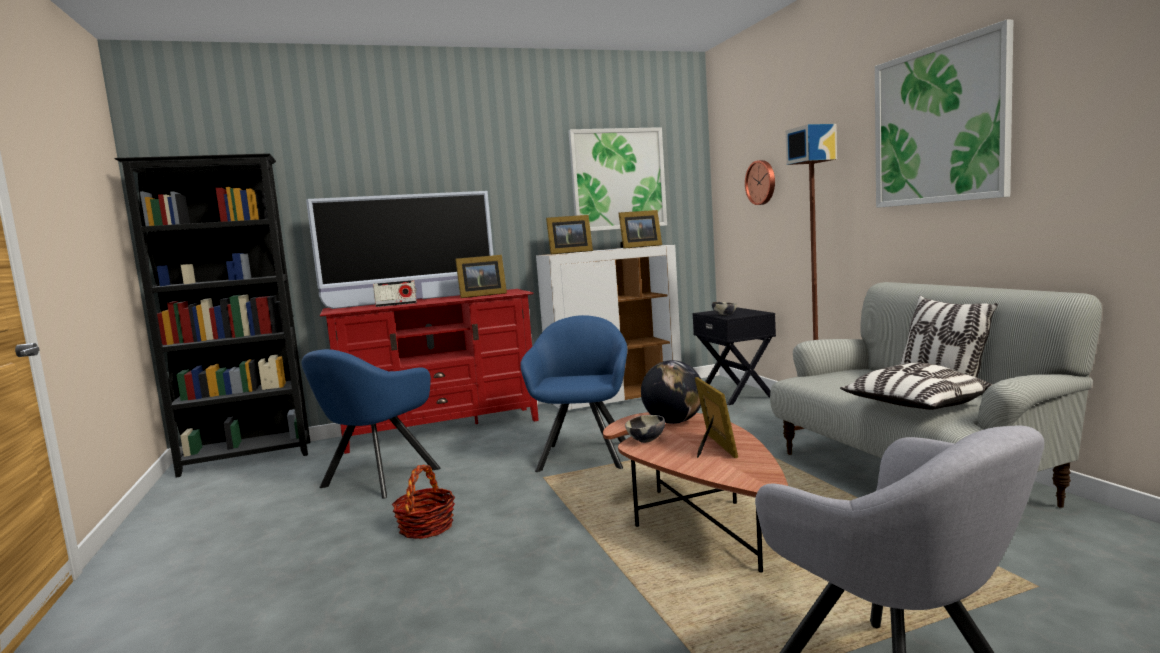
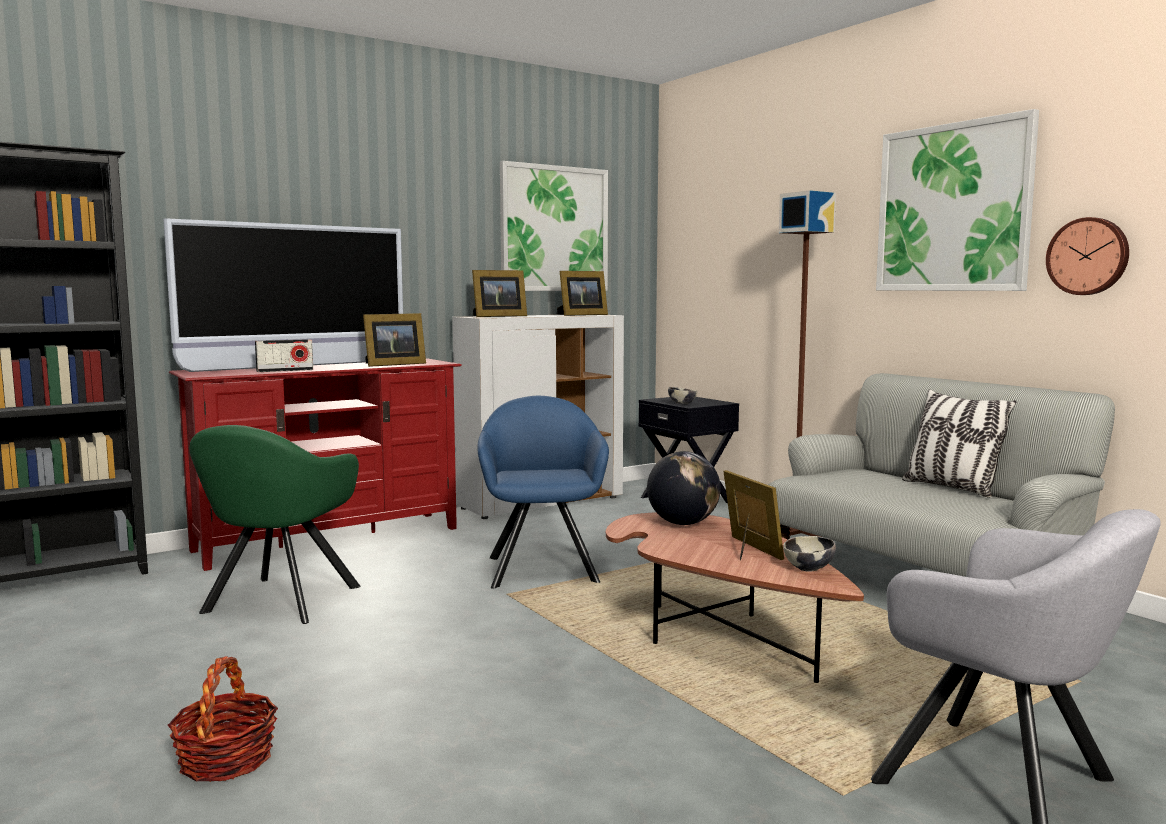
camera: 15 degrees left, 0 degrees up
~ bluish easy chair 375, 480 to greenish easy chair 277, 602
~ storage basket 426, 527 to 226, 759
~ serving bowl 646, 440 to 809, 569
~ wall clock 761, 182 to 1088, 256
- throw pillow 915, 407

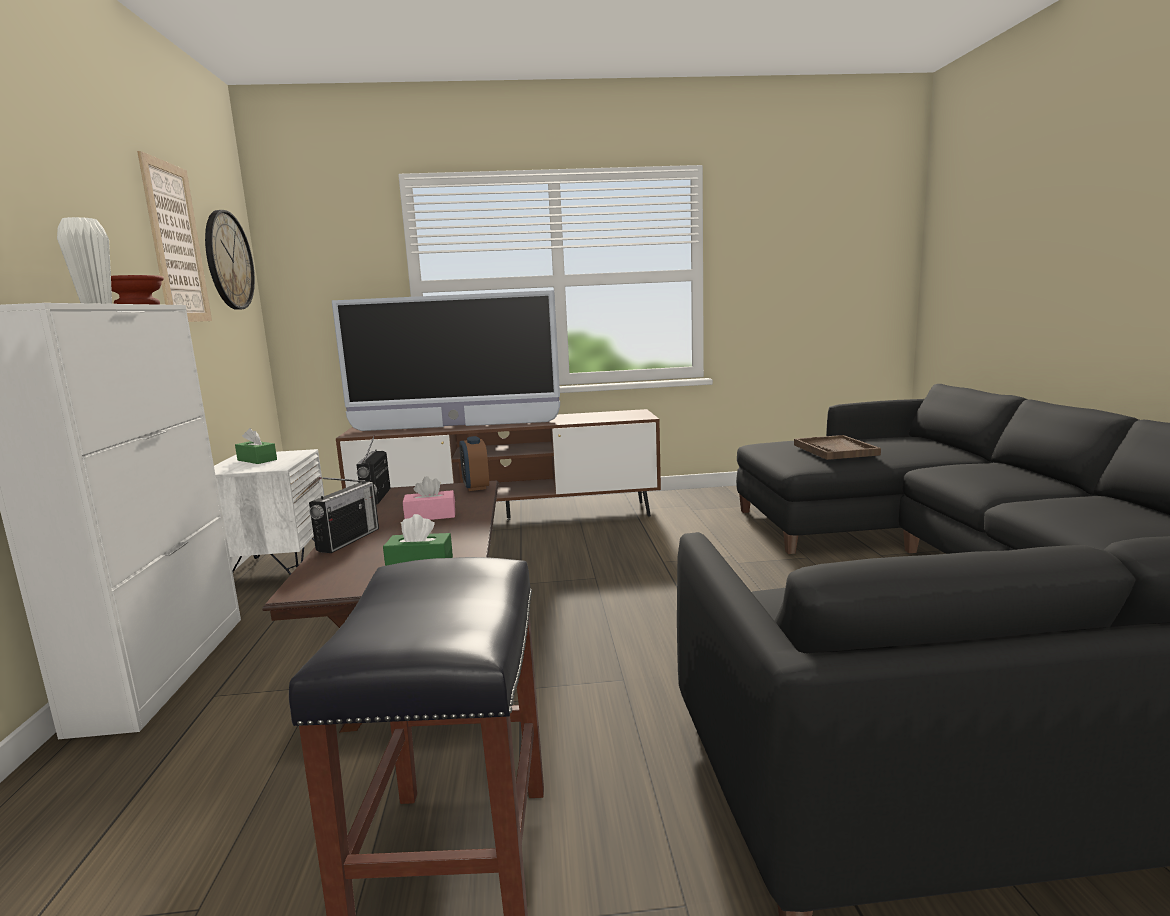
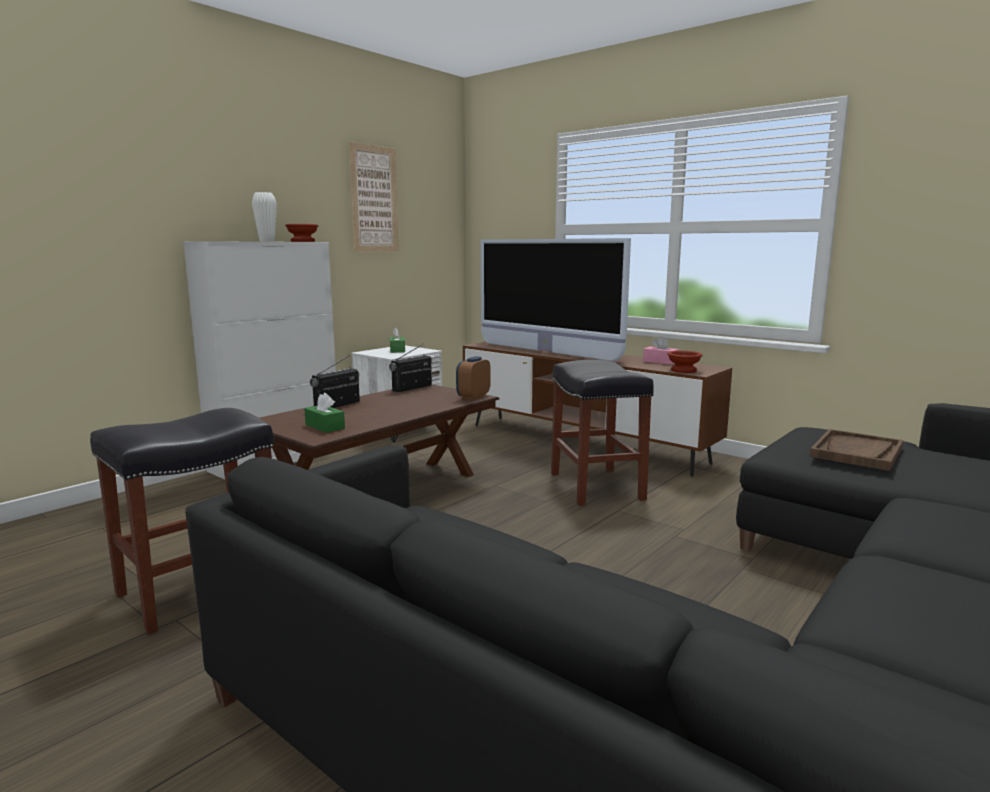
camera: 45 degrees right, 0 degrees up
- wall clock 228, 260
~ radio receiver 348, 540 = 337, 406 150 degrees clockwise
~ pink box of tissues 430, 516 to 660, 362
+ black stool seat 595, 486
+ brown-coloured serving bowl 682, 370

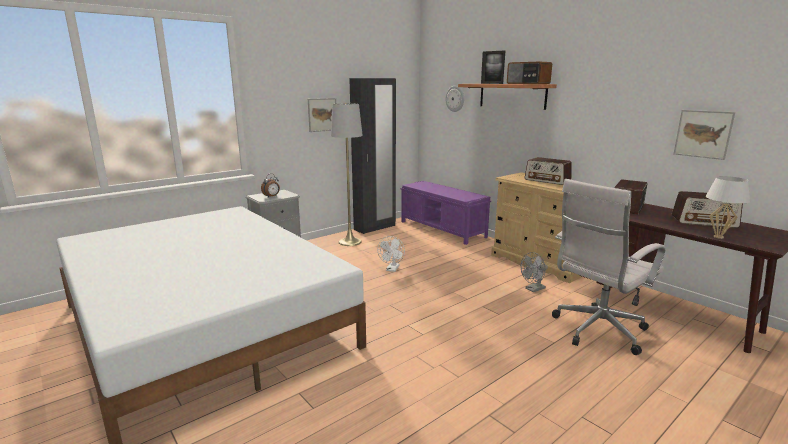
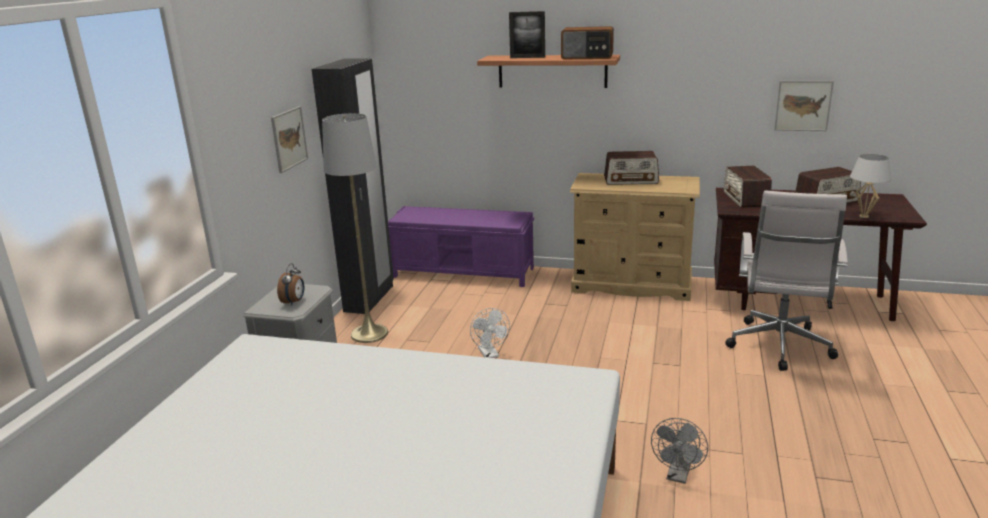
camera: 35 degrees left, 5 degrees up
- wall clock 455, 98
~ grey cooling fan 533, 289 to 678, 476

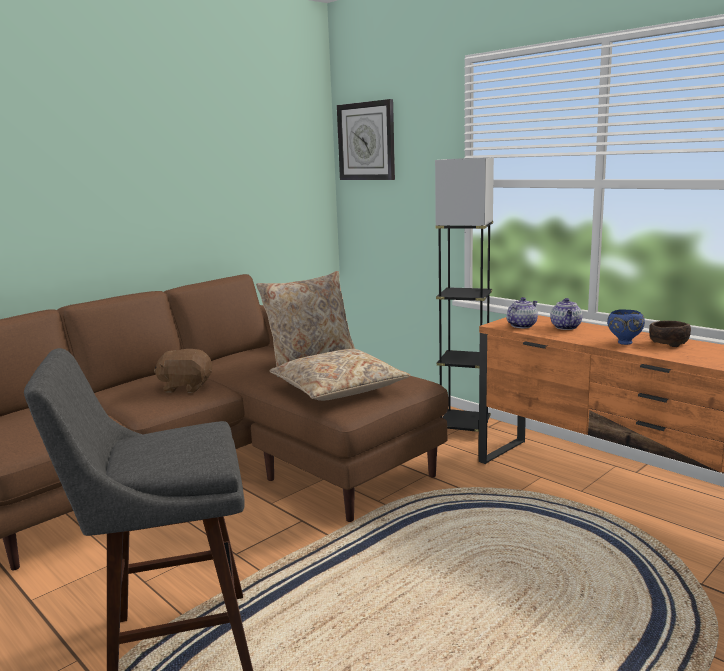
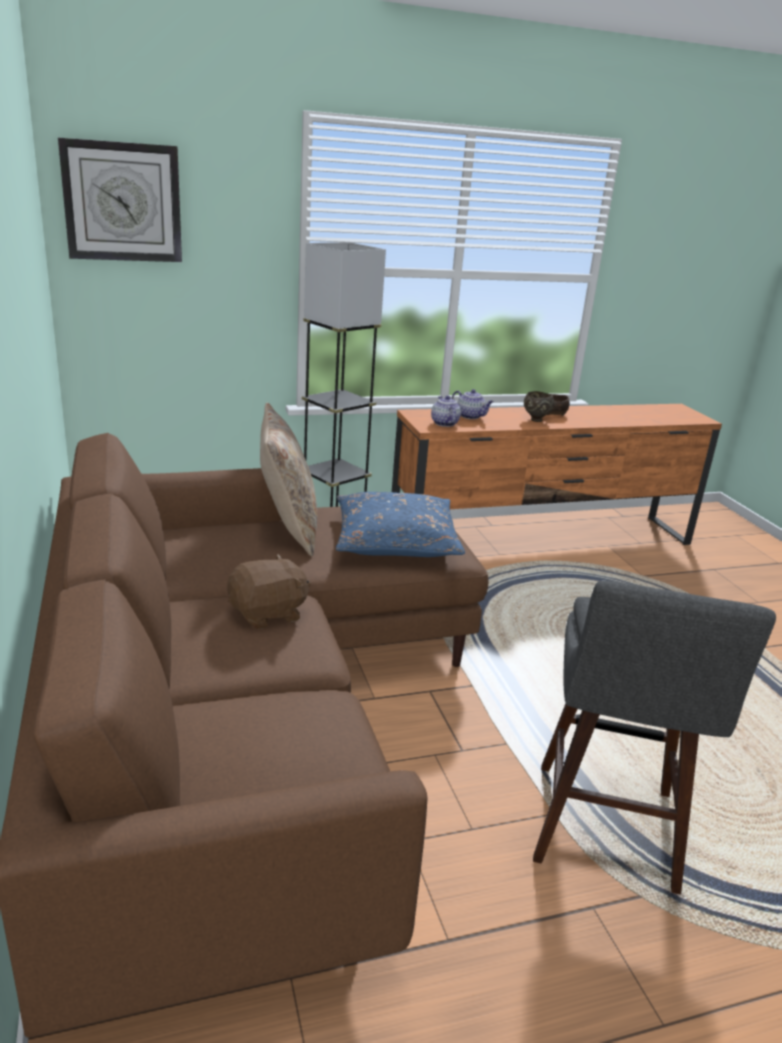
camera: 65 degrees left, 10 degrees up
~ brown-coloured cuddly toy 186, 387 = 268, 614 150 degrees counterclockwise
~ beige-coloured throw pillow 338, 389 to bluish throw pillow 395, 540
~ bluish serving bowl 624, 342 to brown-coloured serving bowl 535, 420

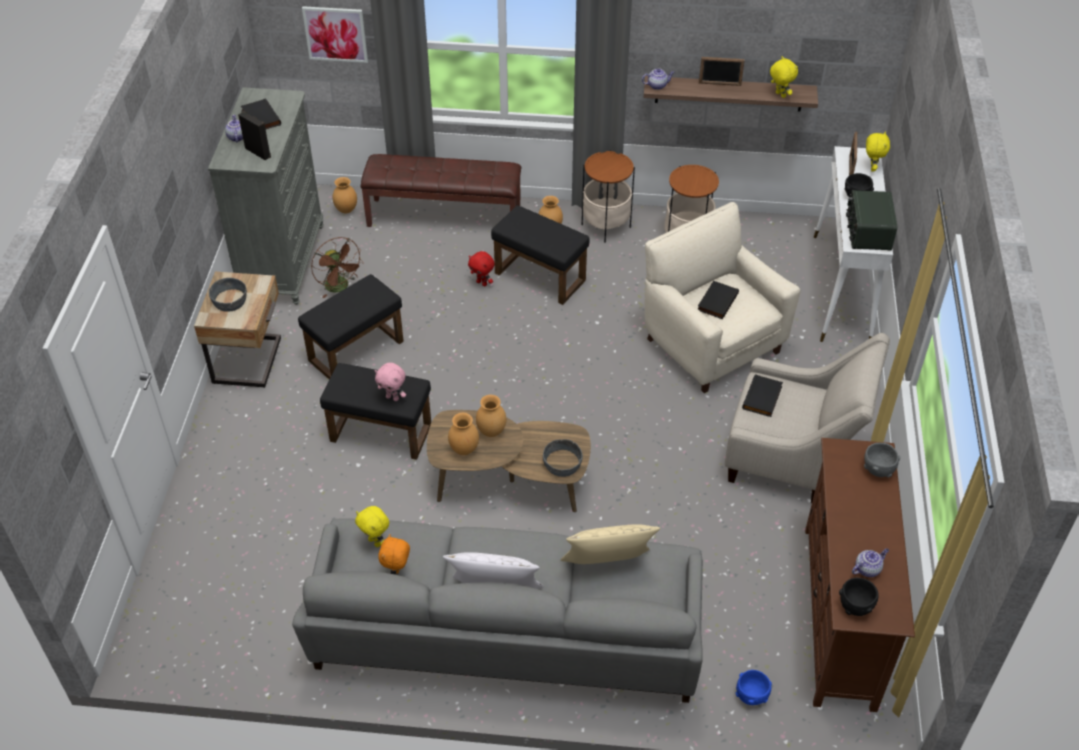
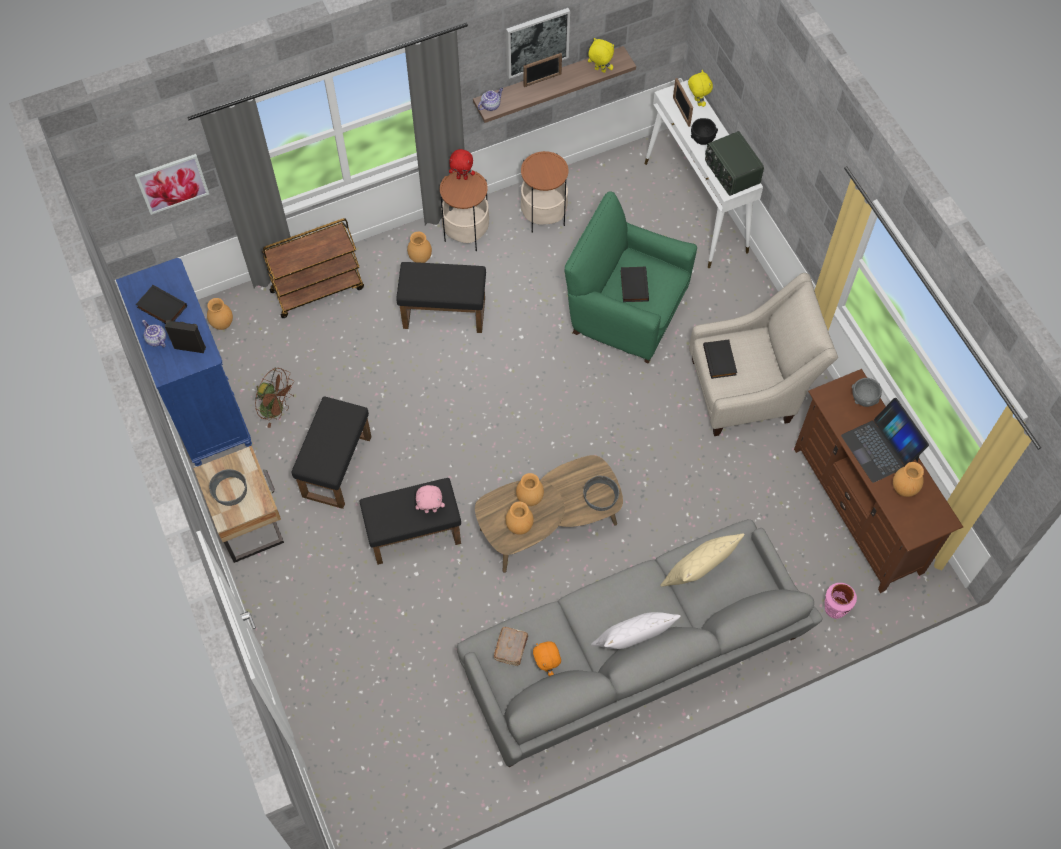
camera: 30 degrees left, 15 degrees up
~ grey drawer chest 283, 262 to bluish drawer chest 205, 408
~ yellowish cuddly toy 375, 542 to brown-coloured volume 511, 648
~ brown-coloured indoor bench 444, 216 to brown-coloured cart 318, 289
~ red-coloured cuddly toy 482, 283 to 462, 177
~ beige-coloured easy chair 711, 343 to greenish easy chair 625, 311
~ bluish serving bowl 751, 696 to pink vase 834, 608
- black serving bowl 856, 606
~ teapot 867, 569 to brown-coloured vase 903, 488
+ wall art 537, 42
+ notebook computer 880, 448

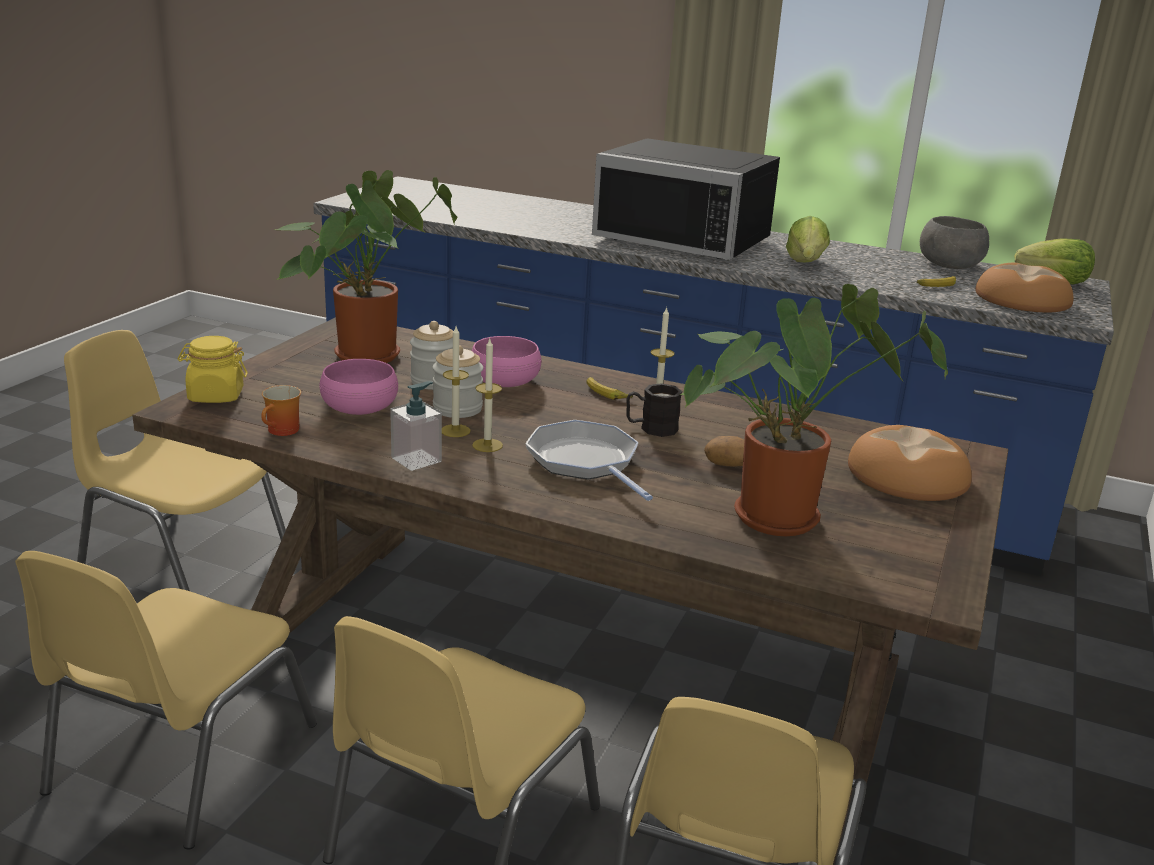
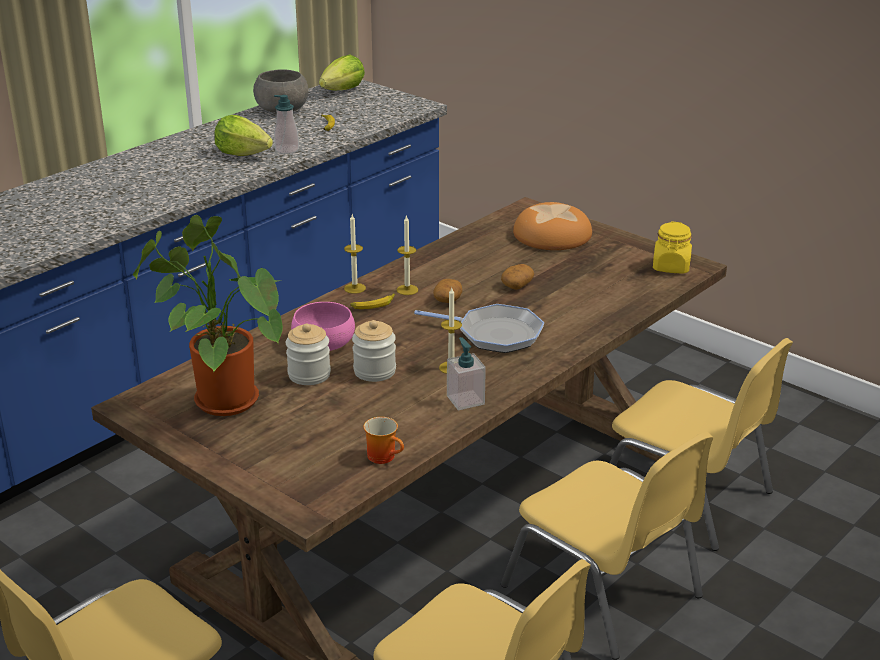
camera: 70 degrees left, 5 degrees up
~ yellowish jar 215, 396 to 671, 267
- pink serving bowl 359, 406
~ wax candle 455, 431 to 355, 288
~ frying pan 585, 462 = 495, 334 150 degrees counterclockwise
- black kitchen microwave 688, 238
~ black coffee mug 651, 428 to whole potato 447, 300
- plant in a pot 782, 515
- bakery bread 1023, 300
+ soap dispenser 287, 150

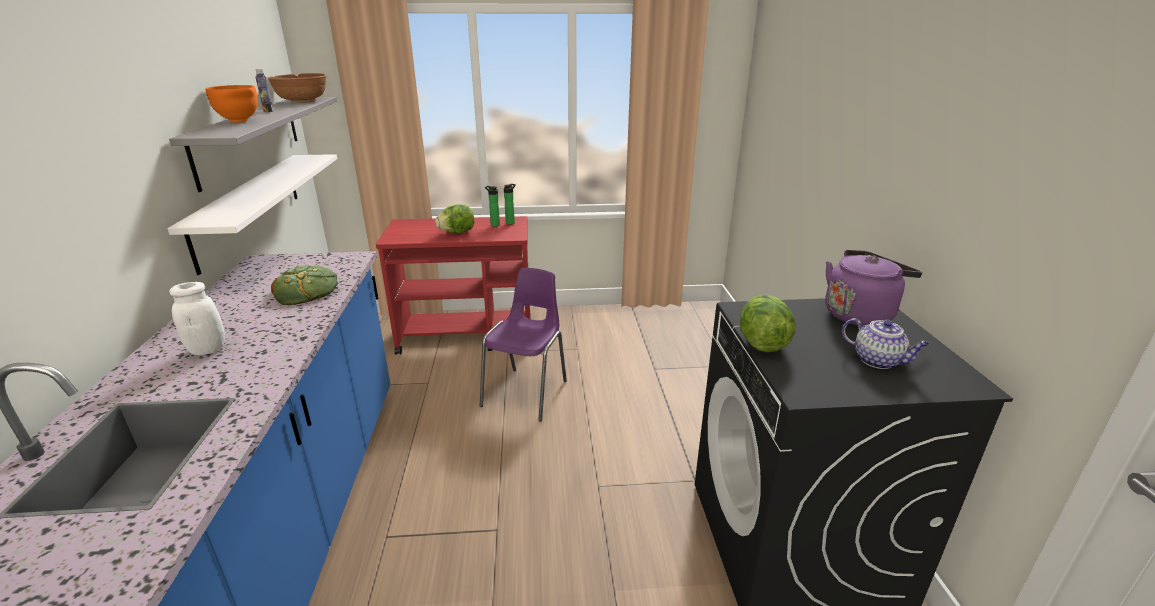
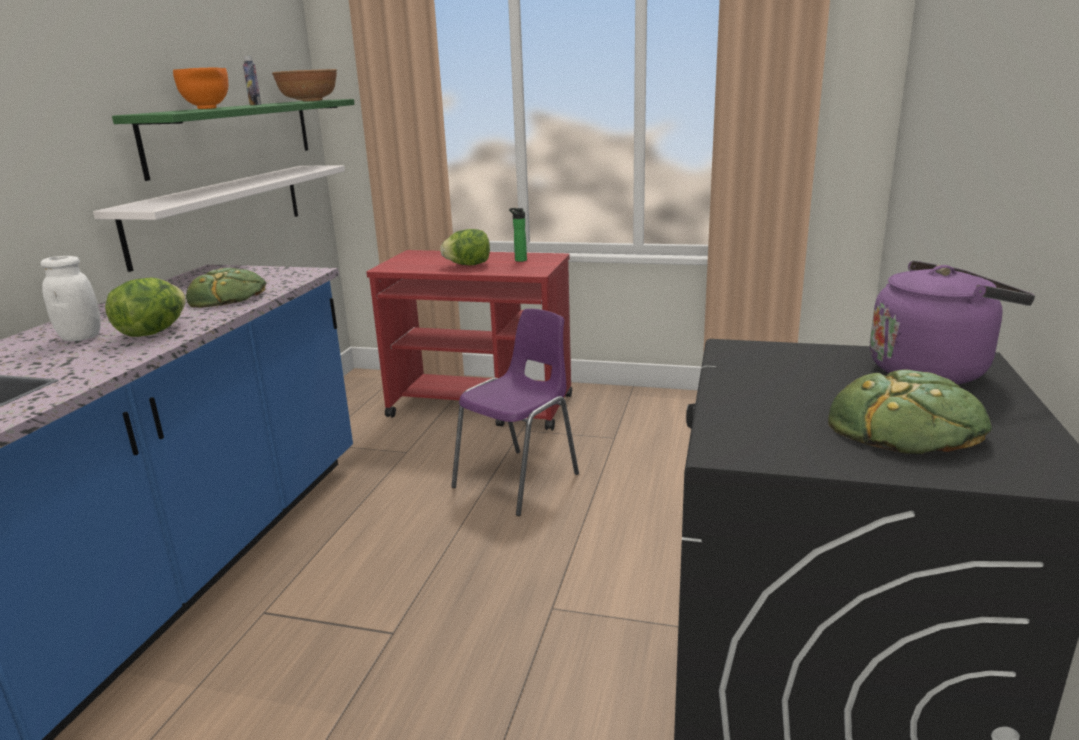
camera: 20 degrees right, 5 degrees down
~ grey shelf 249, 138 to greenish shelf 233, 135
- drink bottle 511, 222
~ lettuce 762, 343 to 153, 332
~ teapot 878, 361 to bakery bread 905, 427

